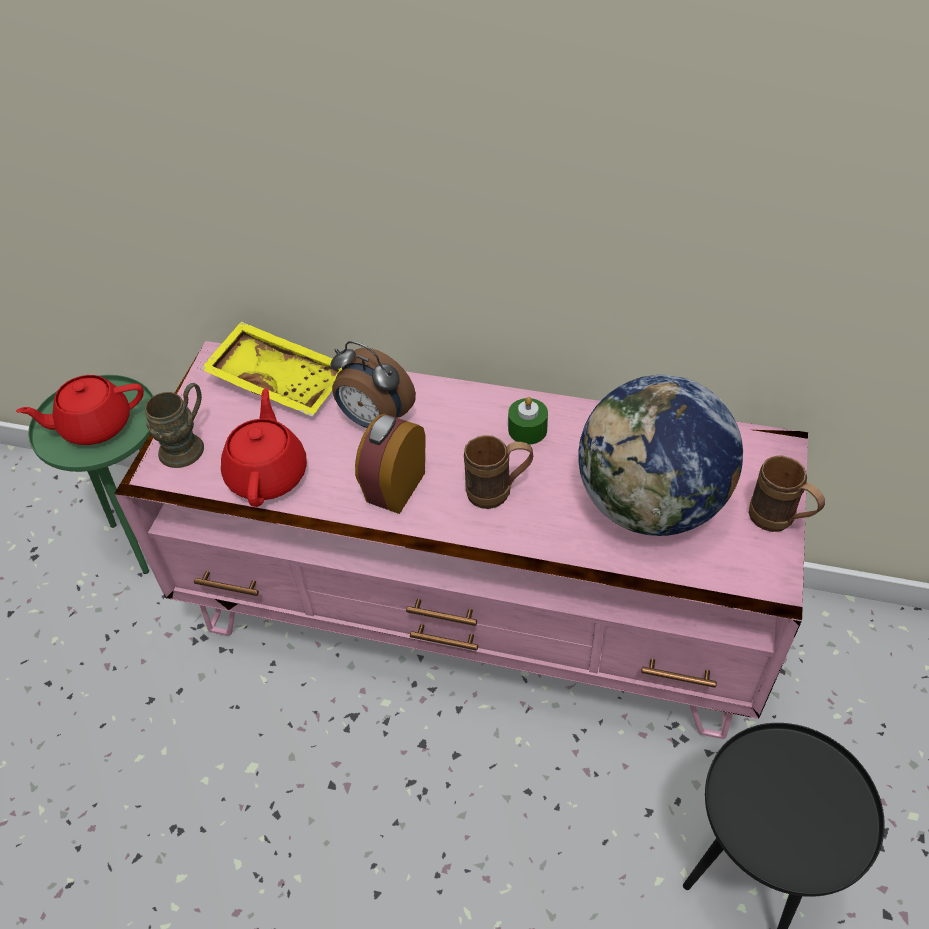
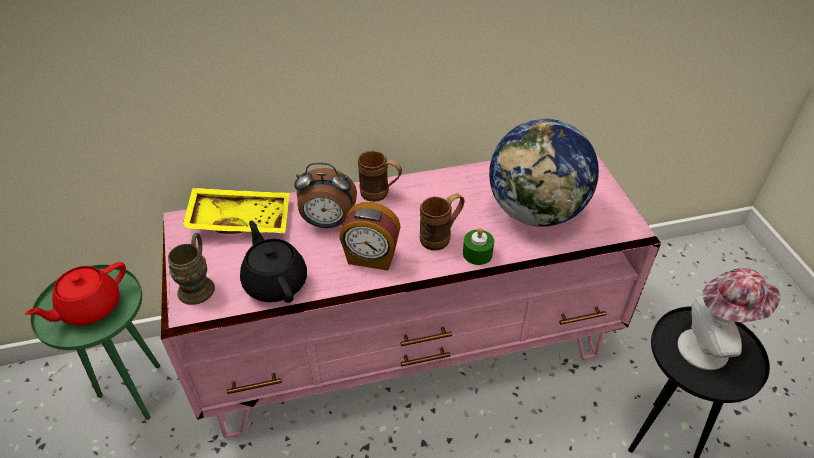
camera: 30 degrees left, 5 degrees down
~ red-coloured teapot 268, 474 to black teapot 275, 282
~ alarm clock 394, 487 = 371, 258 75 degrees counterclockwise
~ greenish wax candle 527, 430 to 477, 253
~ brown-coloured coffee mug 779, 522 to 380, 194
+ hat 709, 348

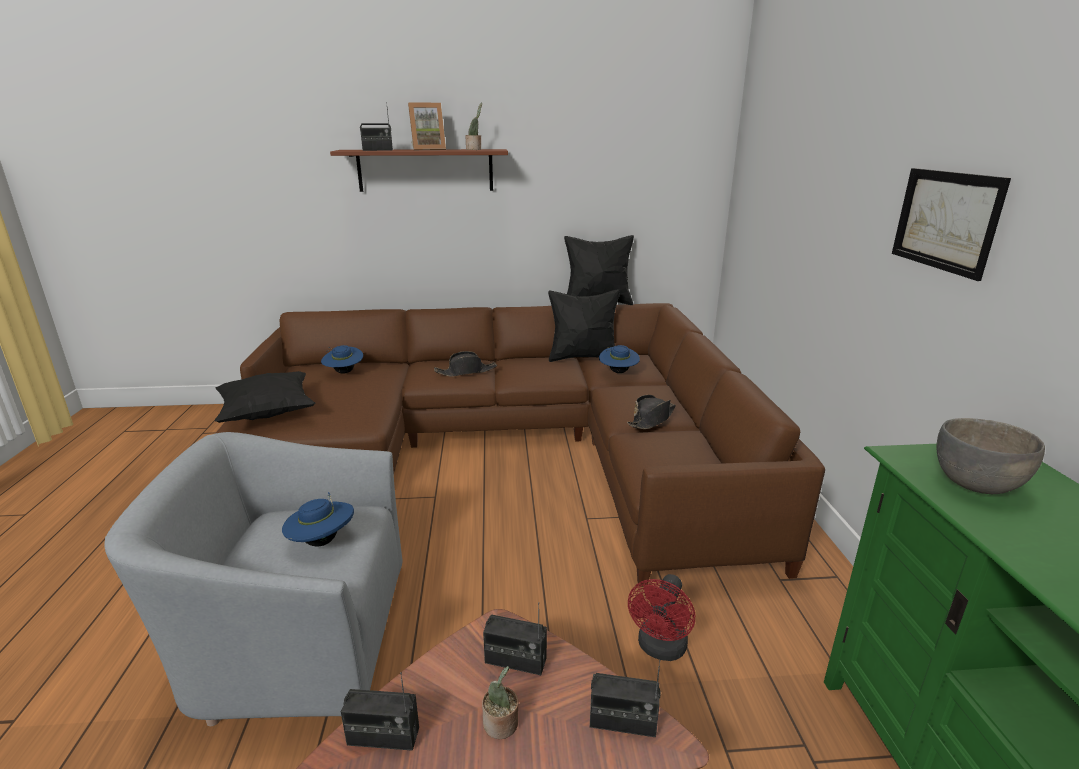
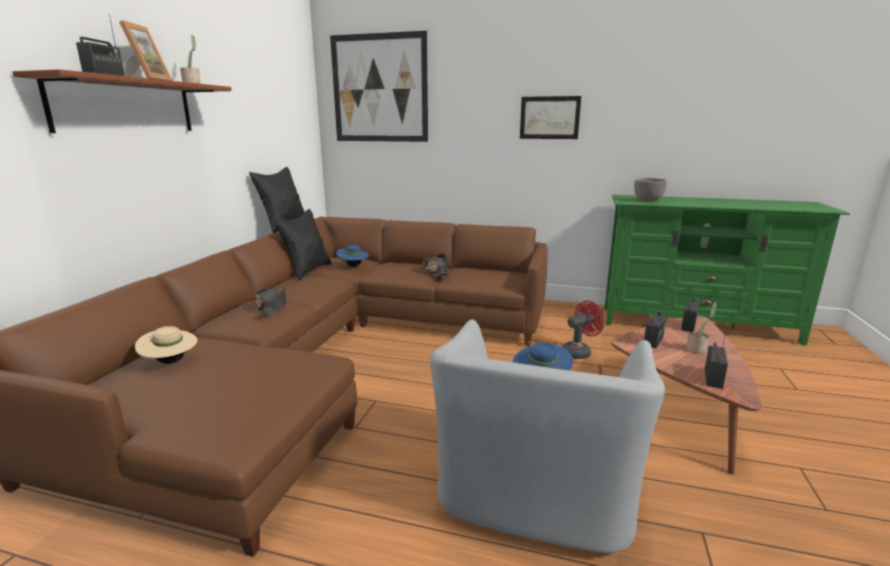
camera: 70 degrees left, 5 degrees down
- black throw pillow 267, 414
~ bluish hat 344, 372 to beige-coloured hat 170, 362
~ red-coloured cooling fan 660, 649 = 579, 352 75 degrees counterclockwise
+ wall art 379, 89

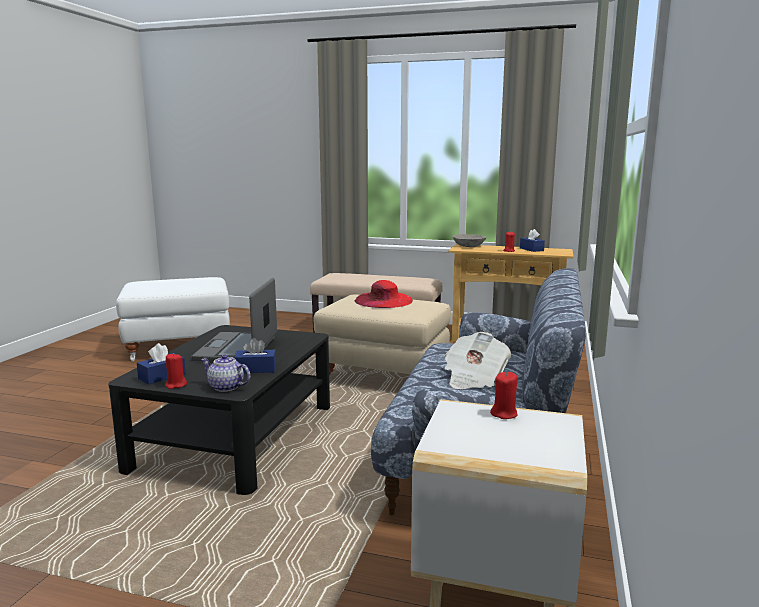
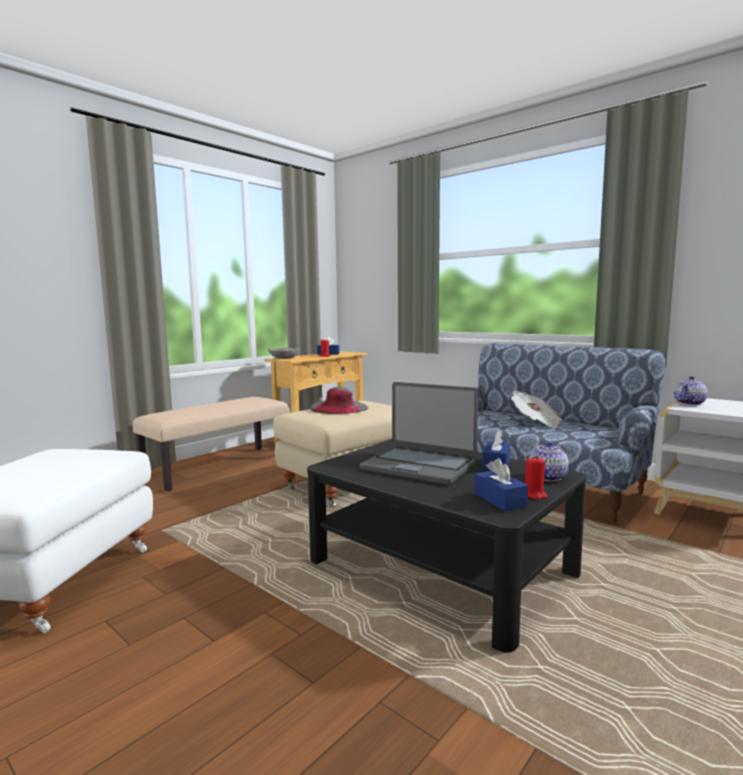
camera: 65 degrees left, 5 degrees down
~ red-coloured hat 383, 300 to grey hat 339, 407
~ red-coloured wax candle 504, 414 to teapot 690, 403

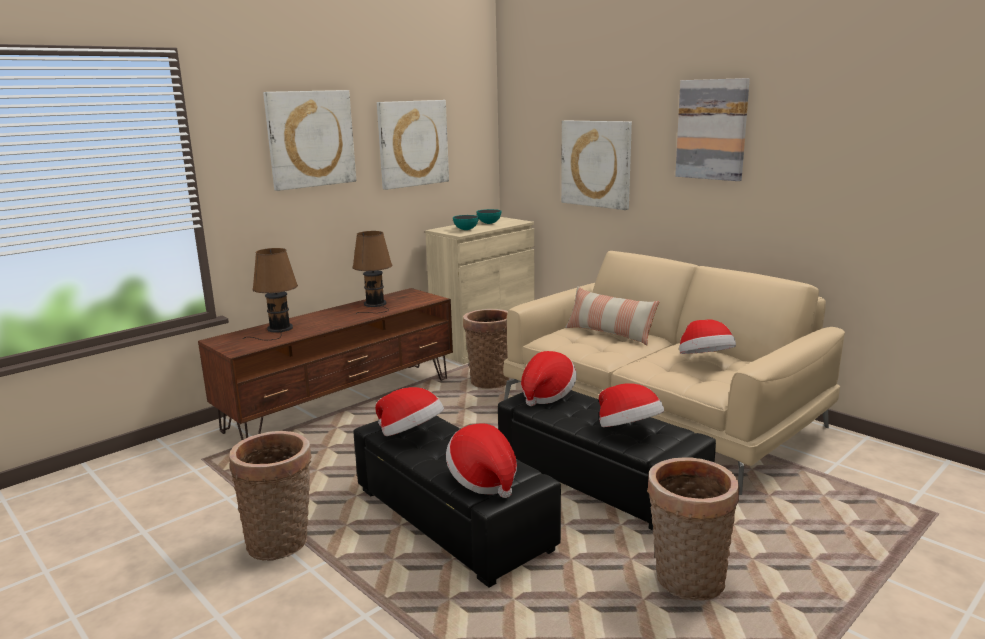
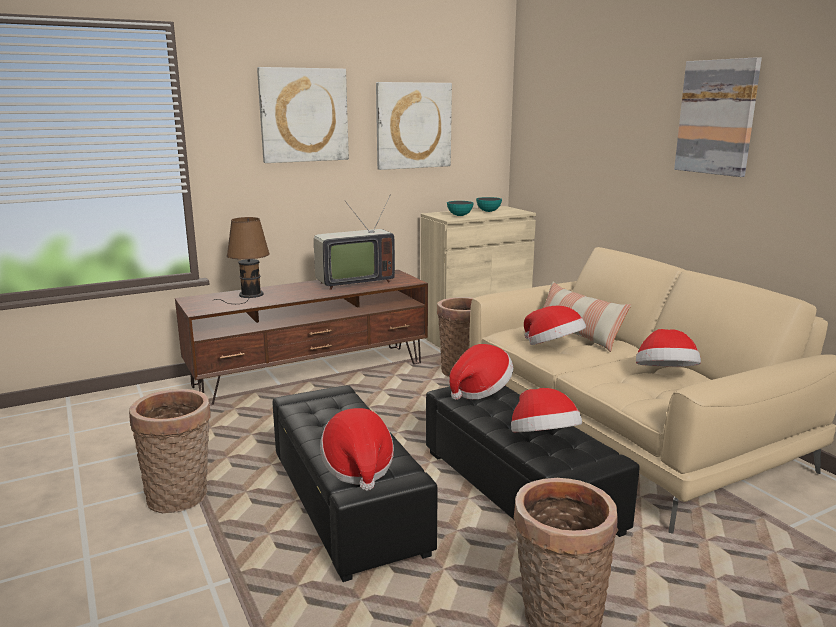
camera: 15 degrees right, 0 degrees up
~ brown-coloured lamp for a table 375, 305 to TV set 352, 282
~ hat 411, 434 to 553, 347
- wall art 596, 164

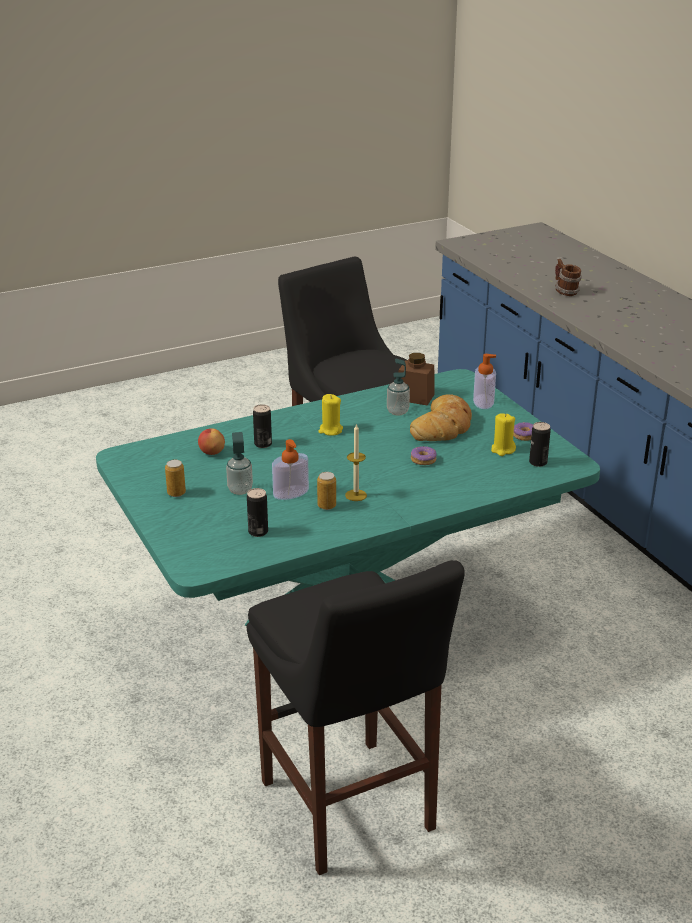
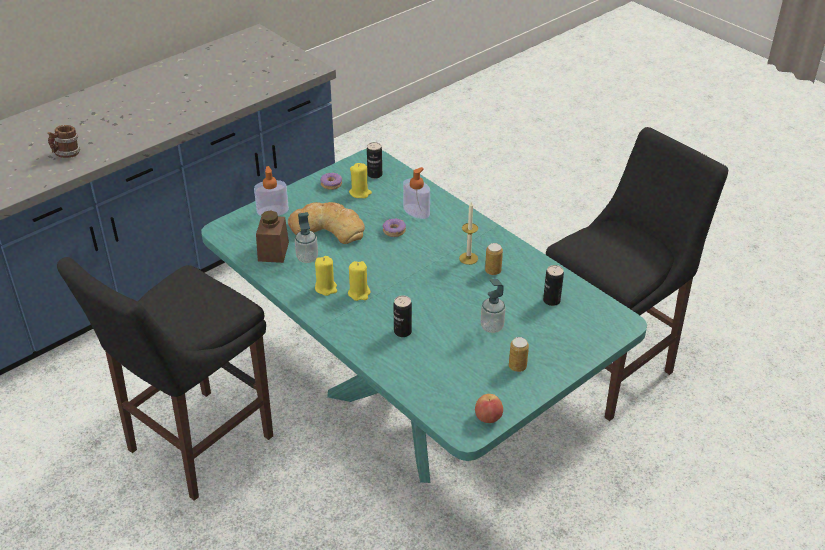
camera: 105 degrees left, 10 degrees up
~ apple fruit 211, 452 to 488, 418
~ soap dispenser 291, 492 to 416, 211
+ yellowish wax candle 326, 288

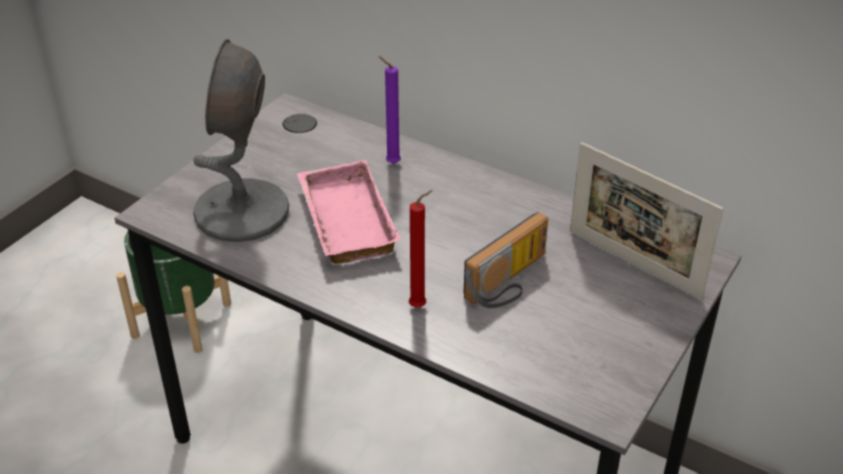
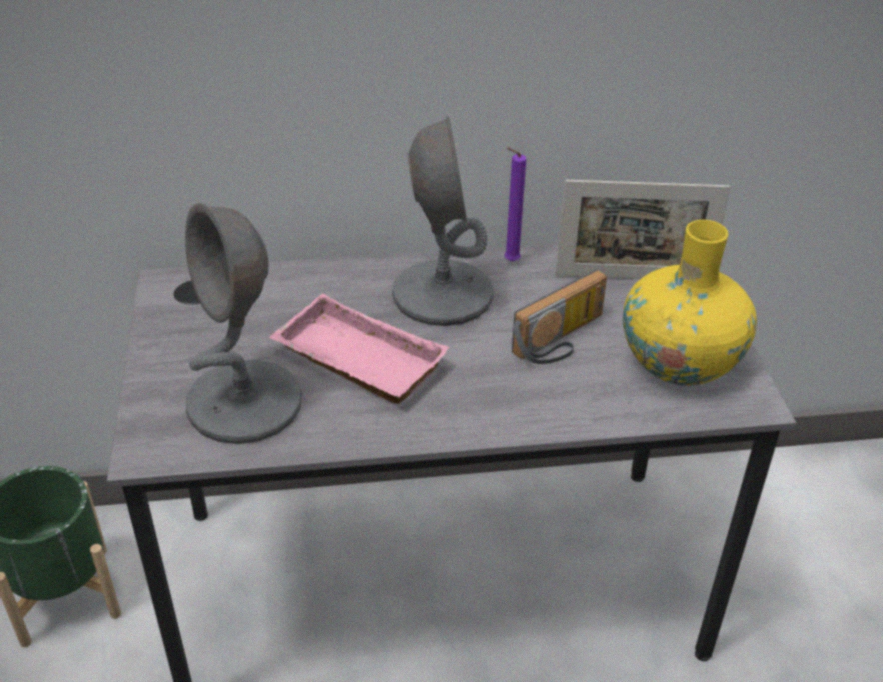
camera: 40 degrees left, 0 degrees up
~ purple-coloured wax candle 391, 163 to 509, 262
- red-coloured wax candle 420, 306
~ radio receiver 510, 282 = 562, 341 45 degrees clockwise
+ grey lamp for a table 442, 294
+ yellowish vase 680, 363

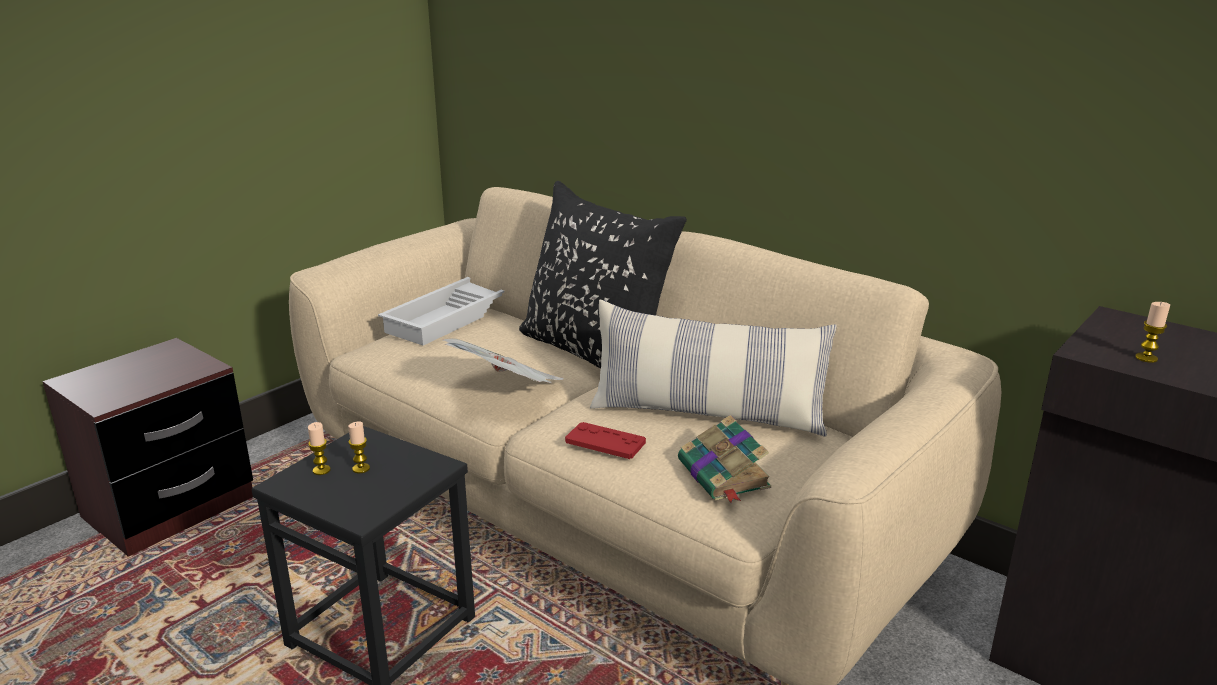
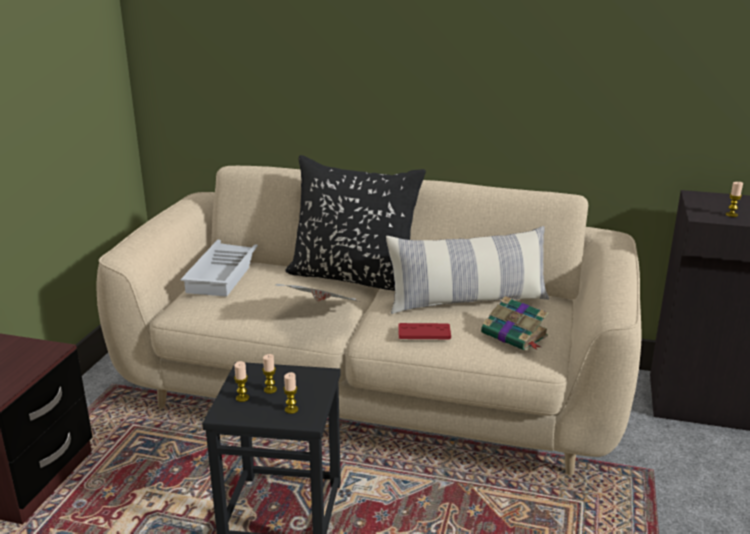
camera: 25 degrees left, 0 degrees up
+ wax candle 291, 409

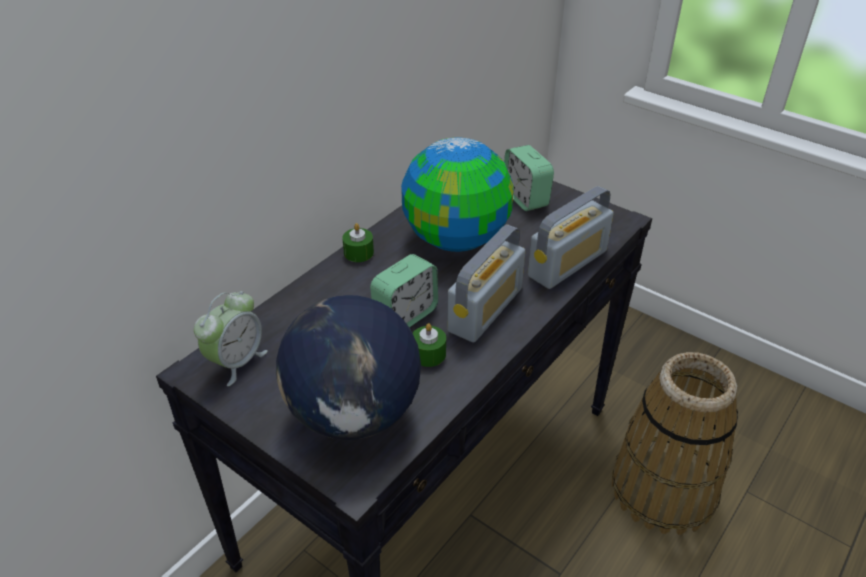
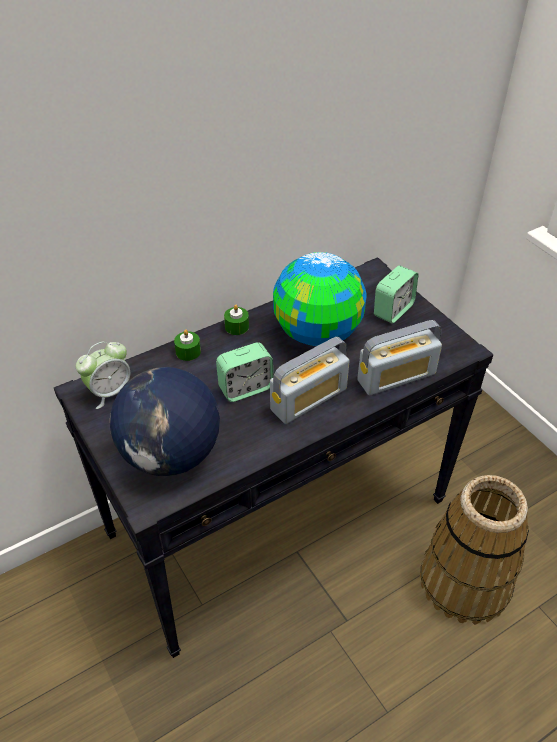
camera: 20 degrees right, 5 degrees up
~ greenish wax candle 428, 354 to 188, 352
~ alarm clock 525, 198 = 393, 310 135 degrees counterclockwise

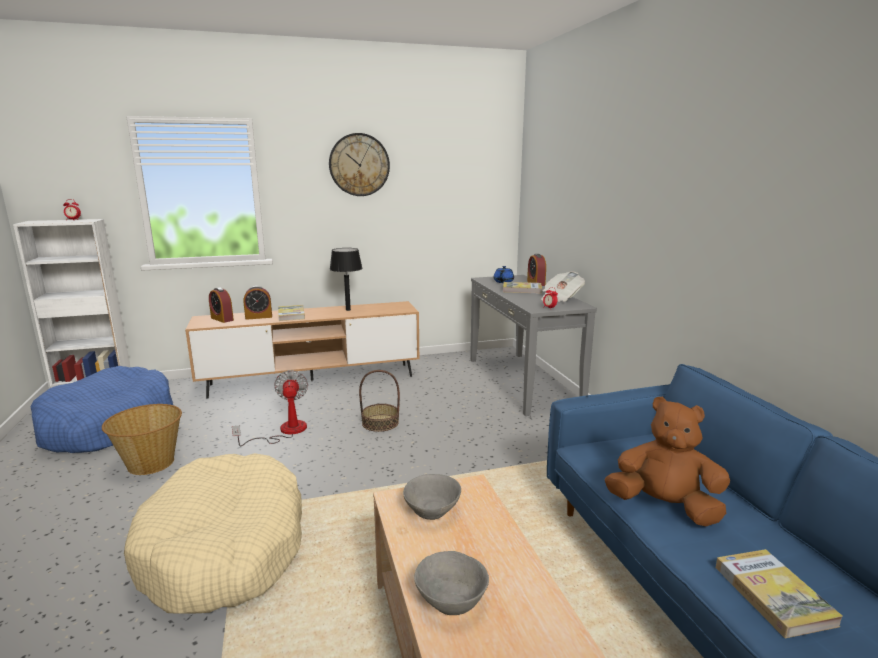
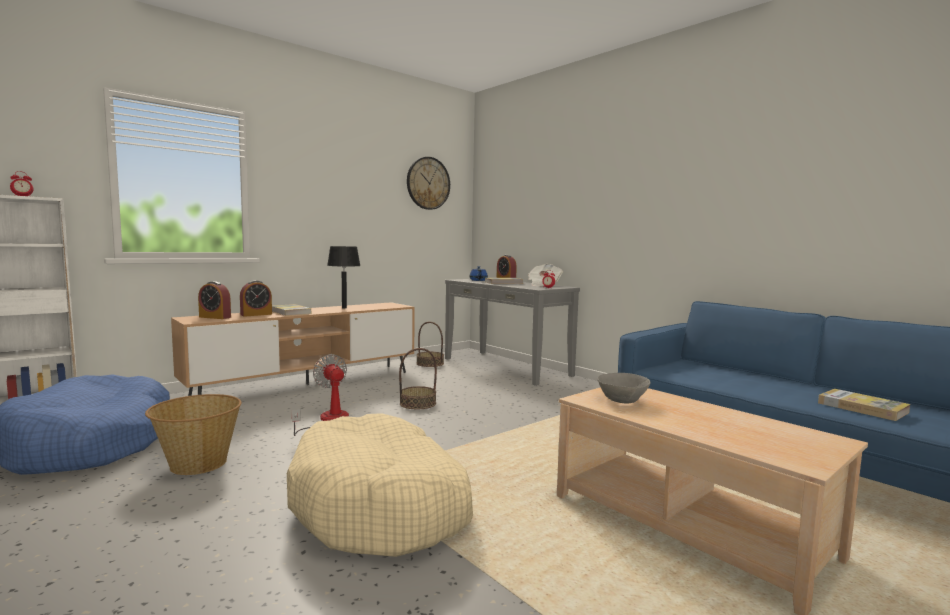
camera: 25 degrees left, 10 degrees down
~ wall clock 359, 165 to 428, 183
- grey serving bowl 452, 601
- brown-coloured cuddly toy 664, 507
+ storage basket 430, 363

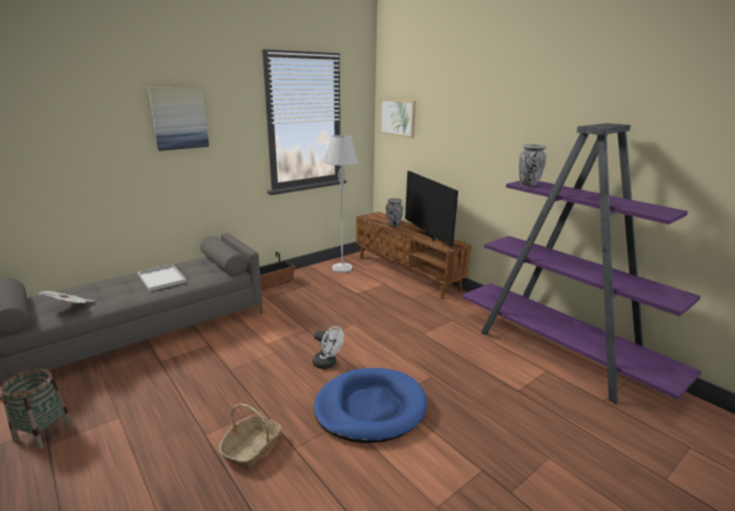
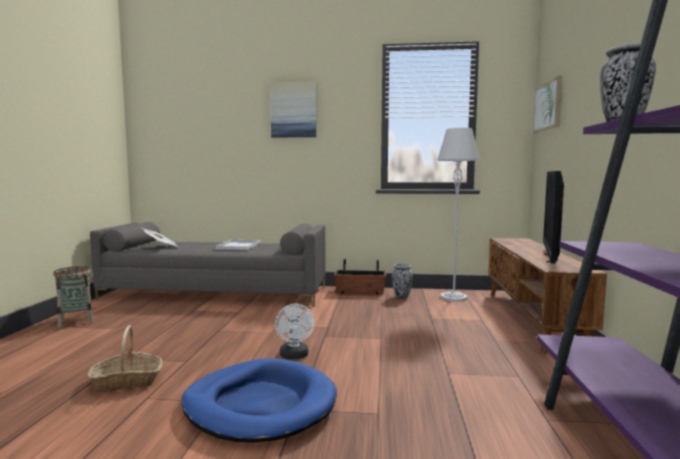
camera: 45 degrees right, 15 degrees down
~ vase 393, 225 to 401, 297

